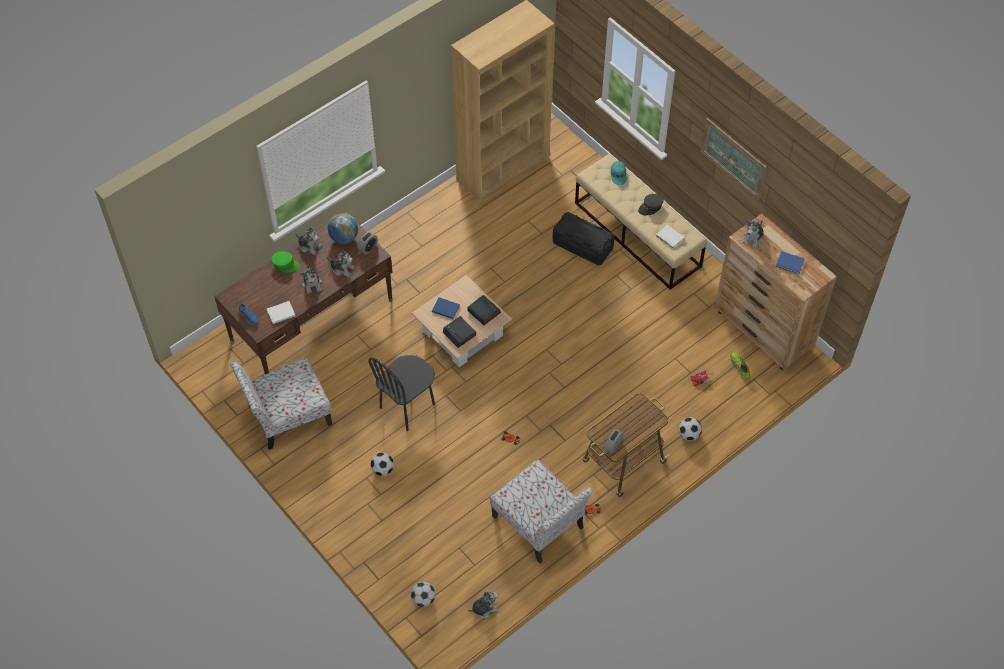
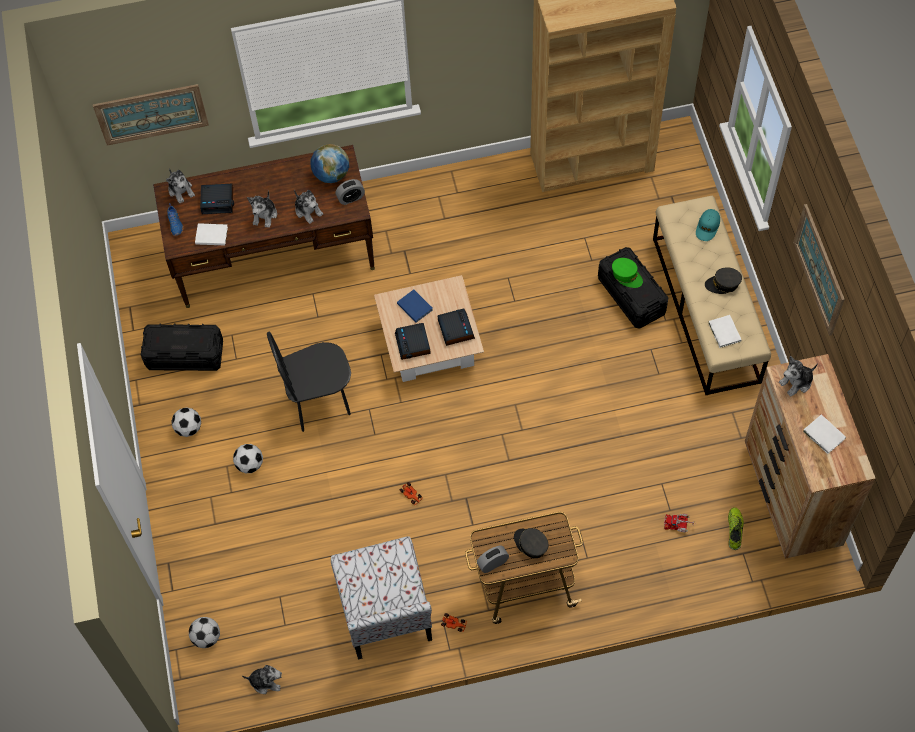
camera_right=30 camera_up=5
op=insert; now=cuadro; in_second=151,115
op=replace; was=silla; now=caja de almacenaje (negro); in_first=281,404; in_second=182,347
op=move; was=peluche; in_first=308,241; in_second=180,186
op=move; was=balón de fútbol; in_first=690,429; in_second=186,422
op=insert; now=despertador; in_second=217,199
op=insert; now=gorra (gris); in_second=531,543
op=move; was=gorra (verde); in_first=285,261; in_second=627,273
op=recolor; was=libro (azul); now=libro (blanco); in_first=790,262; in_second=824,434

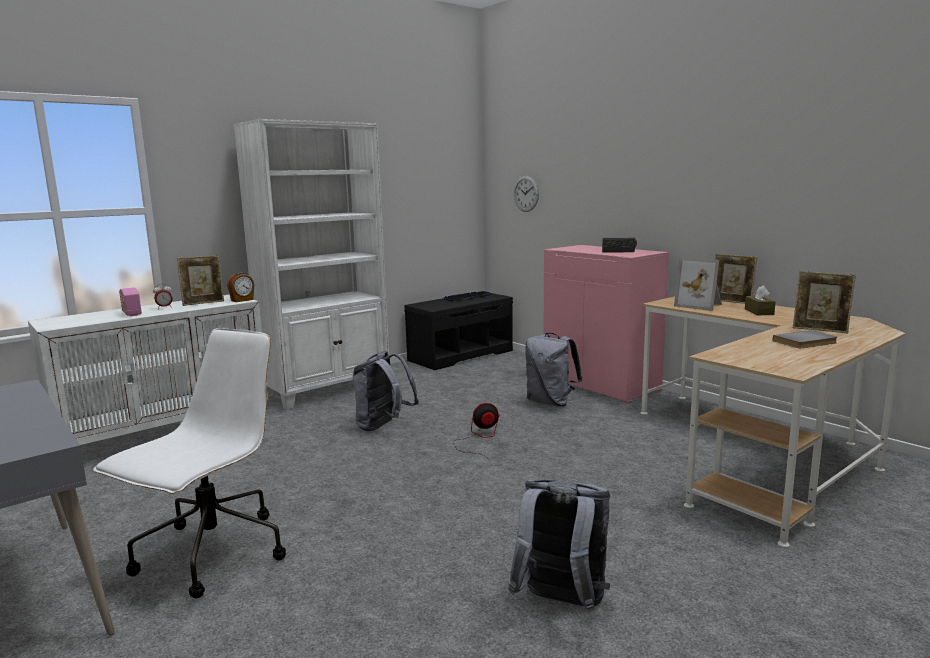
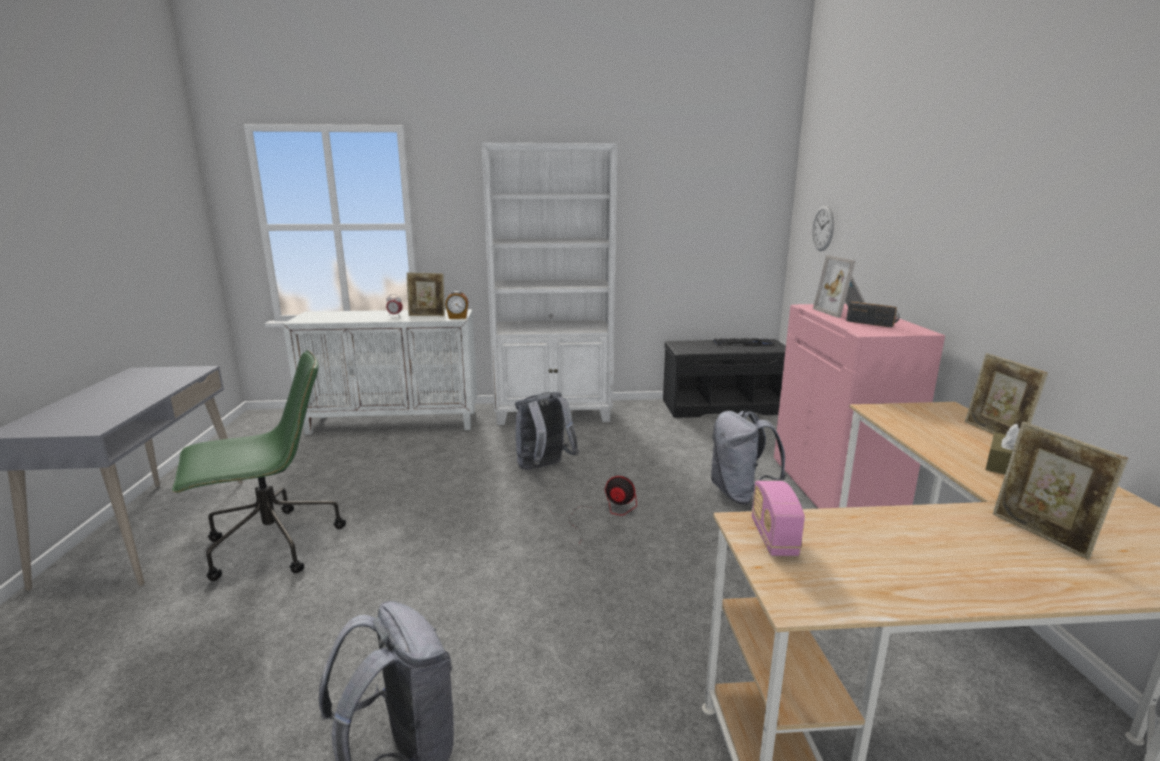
camera_right=35 camera_up=5
op=recolor; was=silla de oficina (blanco); now=silla de oficina (verde); in_first=189,463; in_second=259,465
op=move; was=radio; in_first=130,302; in_second=778,518
op=move; was=portarretratos; in_first=698,284; in_second=839,286
op=delete; was=libro (gris); in_first=805,339

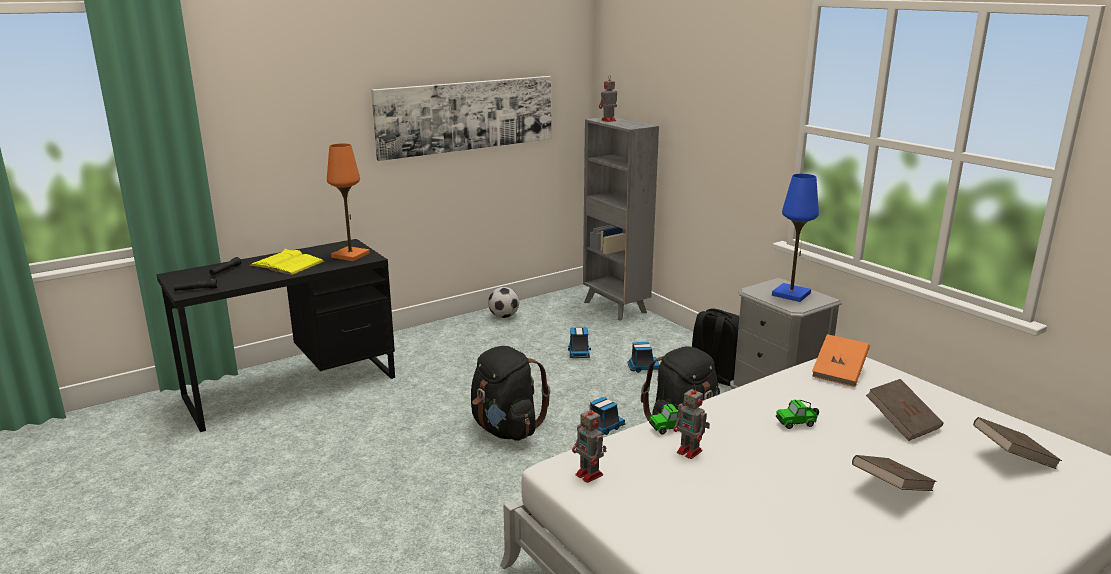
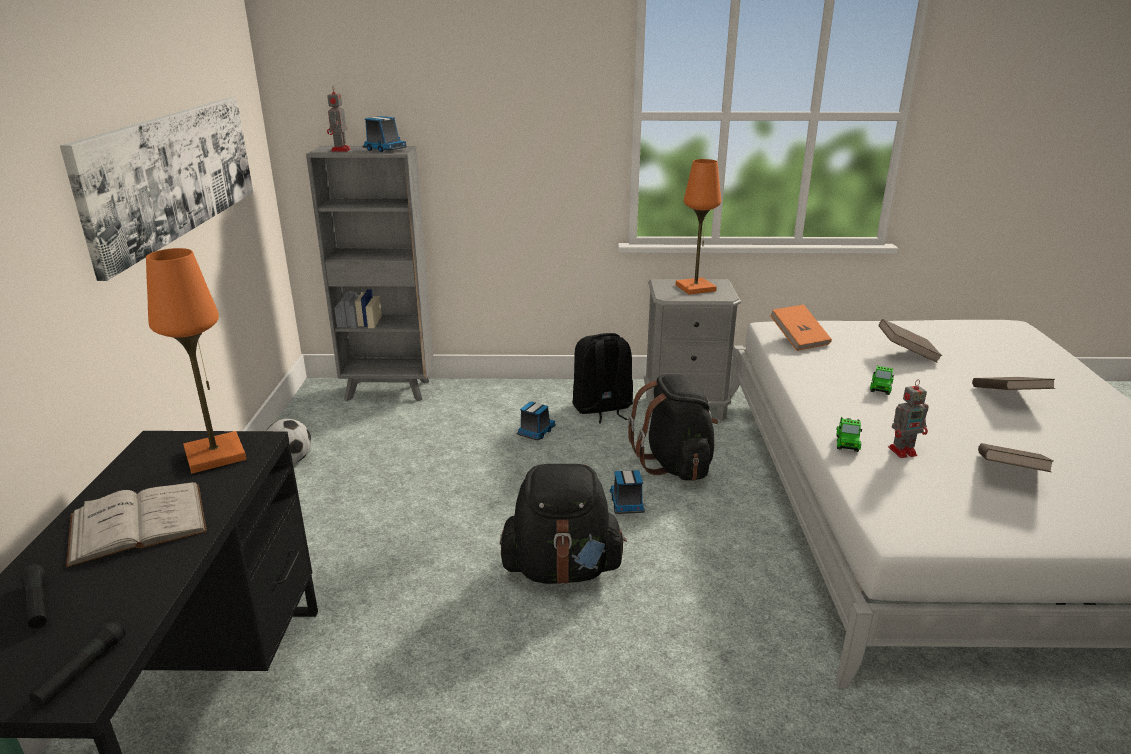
camera_right=-55 camera_up=5
op=recolor; was=libro (amarillo); now=libro (blanco); in_first=287,262; in_second=136,525
op=move; was=camión de juguete; in_first=579,343; in_second=385,134
op=recolor; was=lámpara de mesa (azul); now=lámpara de mesa (naranja); in_first=795,238; in_second=698,227
op=move; was=libro (marrón); in_first=1017,443; in_second=1016,457
op=delete; was=robot de juguete; in_first=589,444

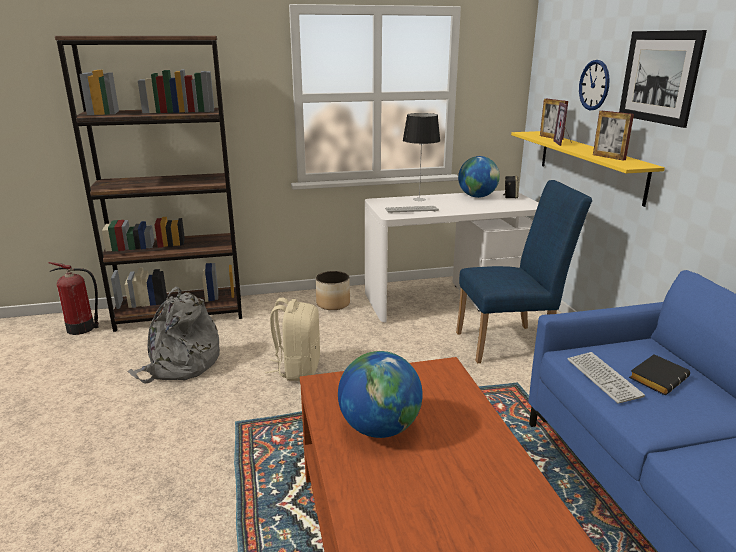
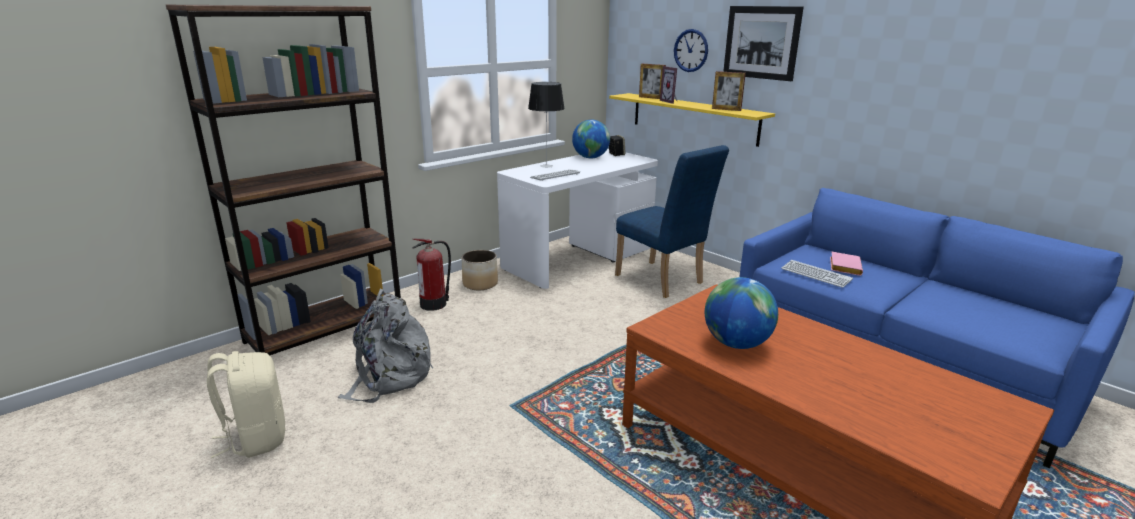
camera_right=-30 camera_up=0
op=move; was=mochila (beis); in_first=292,339; in_second=246,404
op=move; was=extintor; in_first=74,298; in_second=432,275
op=rotate; was=silla (azul); in_first=524,271; in_second=672,221; clockwise=90
op=recolor; was=libro (negro); now=libro (rosa); in_first=659,374; in_second=846,264

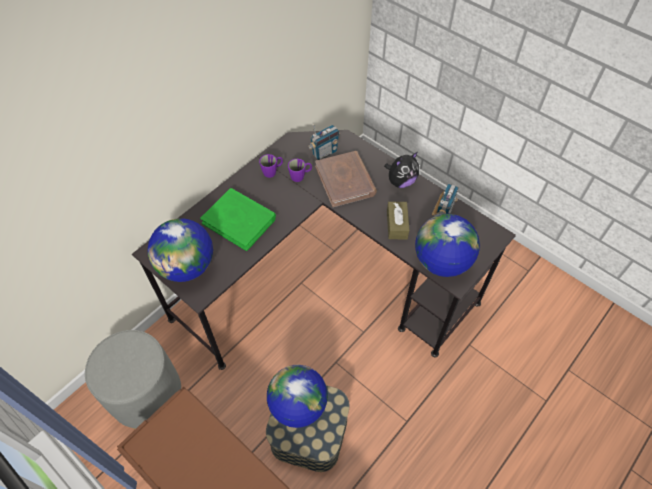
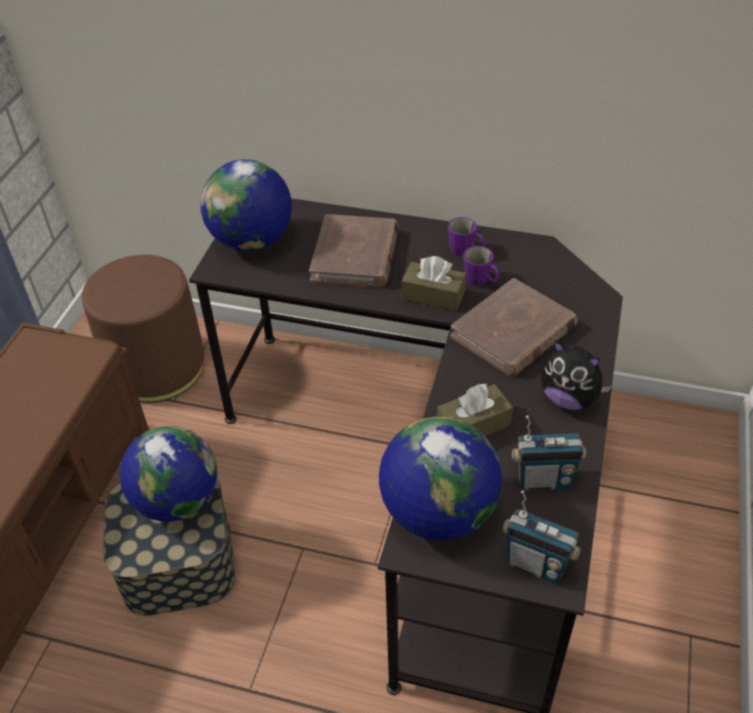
camera_right=65 camera_up=-10
op=recolor; was=puf (gris); now=puf (marrón); in_first=133,379; in_second=143,329
op=recolor; was=libro (verde); now=libro (marrón); in_first=238,219; in_second=354,251
op=insert; now=caja de pañuelos (marrón); in_second=434,283
op=move; was=radio; in_first=324,142; in_second=541,537

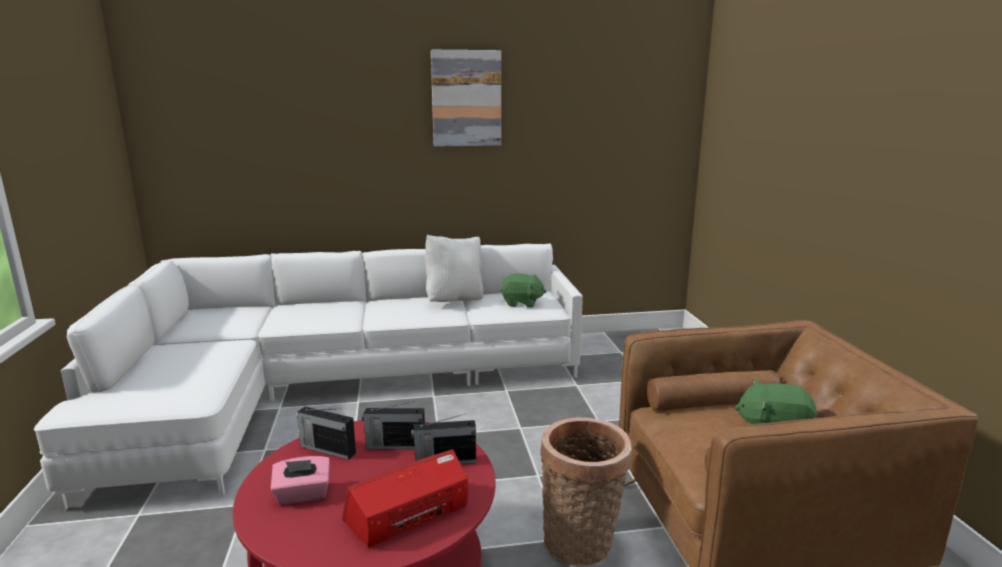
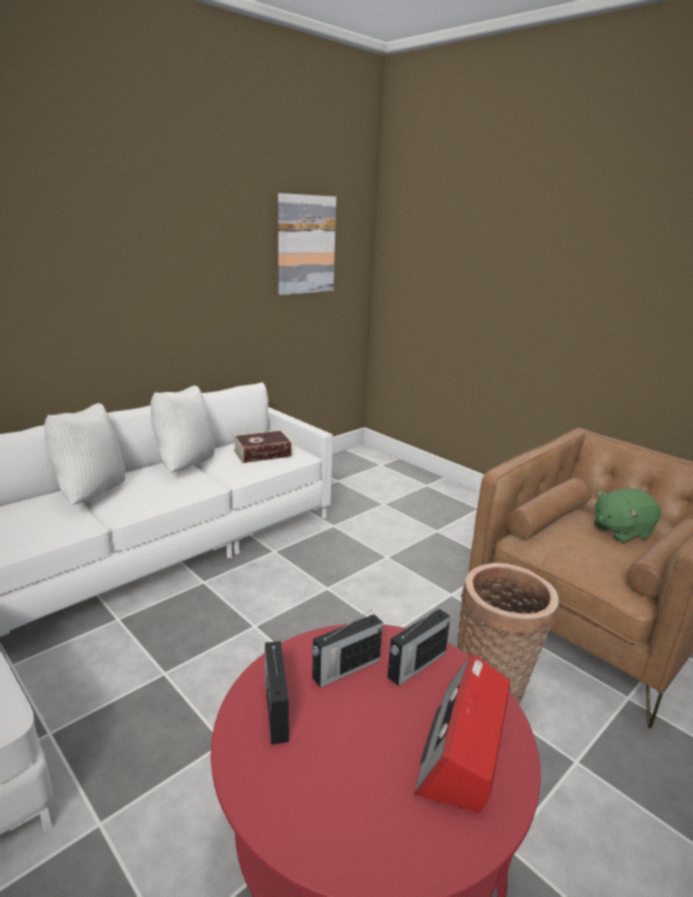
camera_right=-35 camera_up=5
op=insert; now=cojín (blanco); in_second=84,454
op=replace; was=peluche (verde); now=libro; in_first=524,291; in_second=263,446
op=rotate; was=radio; in_first=326,433; in_second=277,693; clockwise=90
op=move; was=cuadro; in_first=466,98; in_second=307,244
op=delete; was=caja de pañuelos (rosa); in_first=300,480

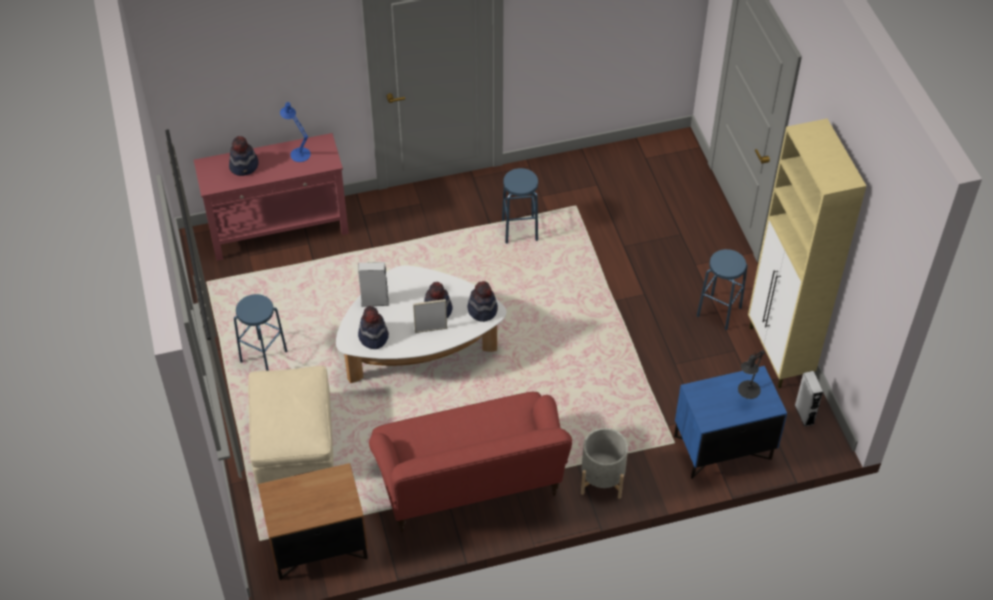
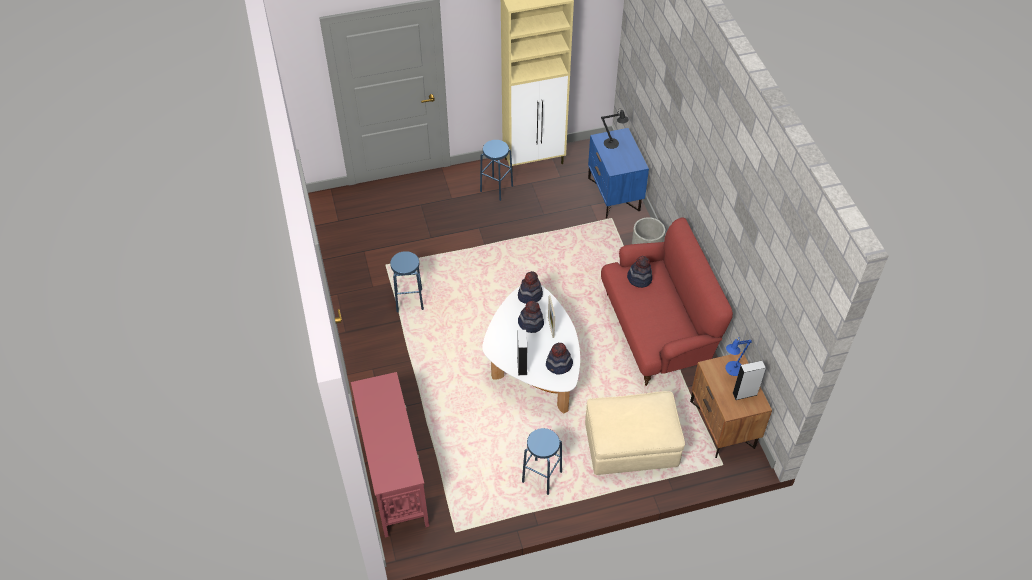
camera_right=-90 camera_up=0
op=move; was=sombrero; in_first=244,156; in_second=639,272
op=move; was=lámpara de mesa (azul); in_first=295,132; in_second=738,357
op=move; was=altavoz (gris); in_first=809,399; in_second=749,380

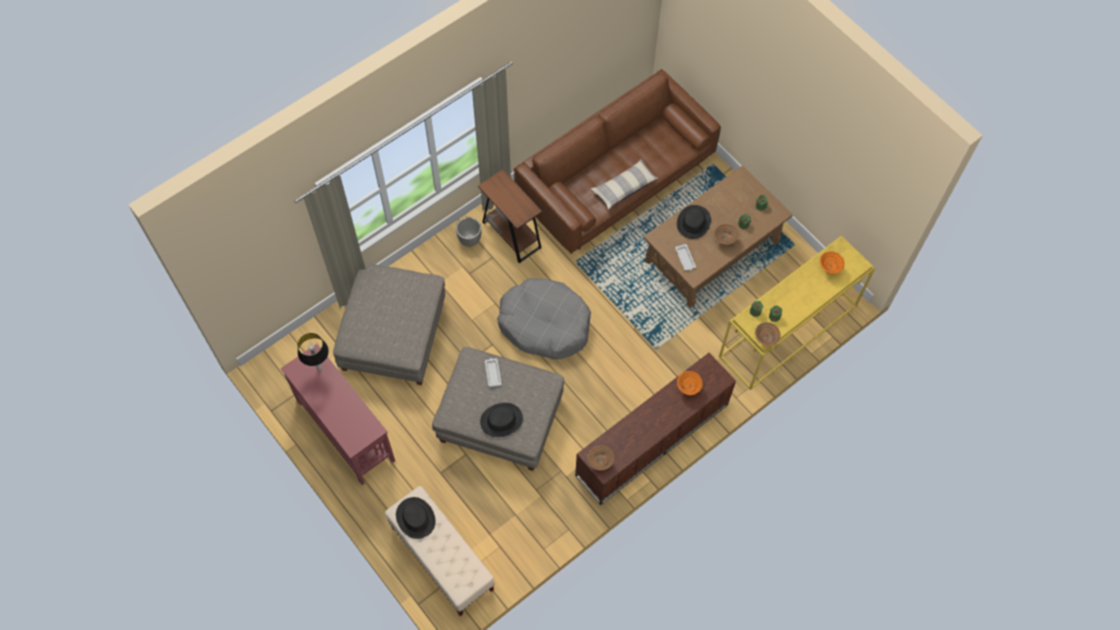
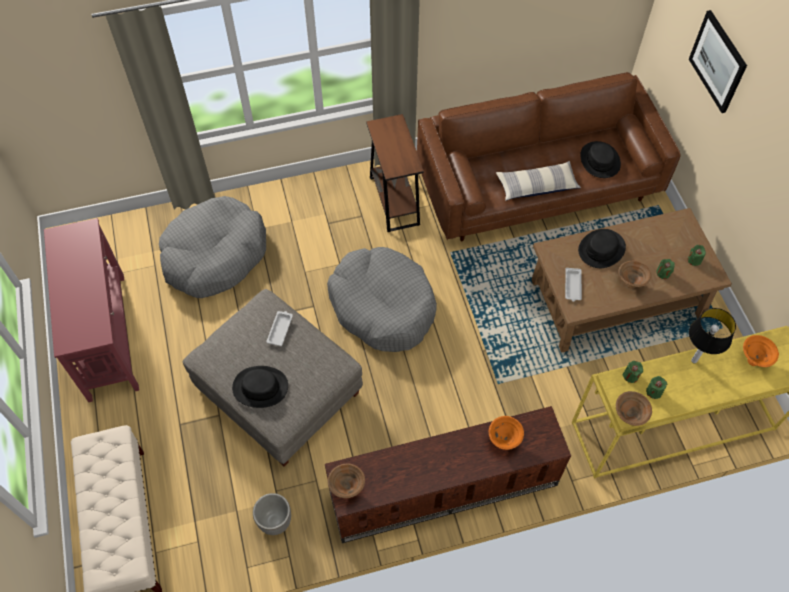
camera_right=25 camera_up=-5
op=replace; was=puf (gris); now=cama para perro (gris); in_first=389,323; in_second=212,247
op=move; was=maceta; in_first=469,232; in_second=272,514
op=move; was=sombrero (negro); in_first=416,518; in_second=600,159
op=insert; now=cuadro; in_second=718,61
op=move; was=lámpara de mesa; in_first=313,351; in_second=712,336

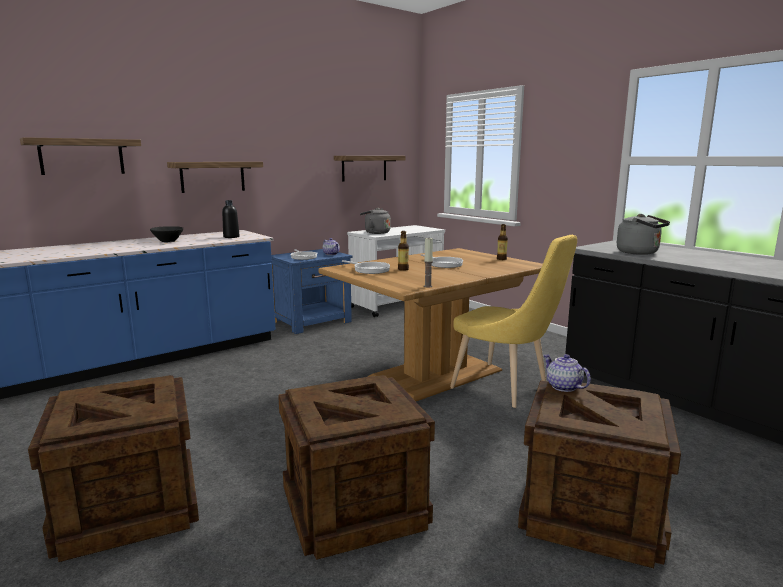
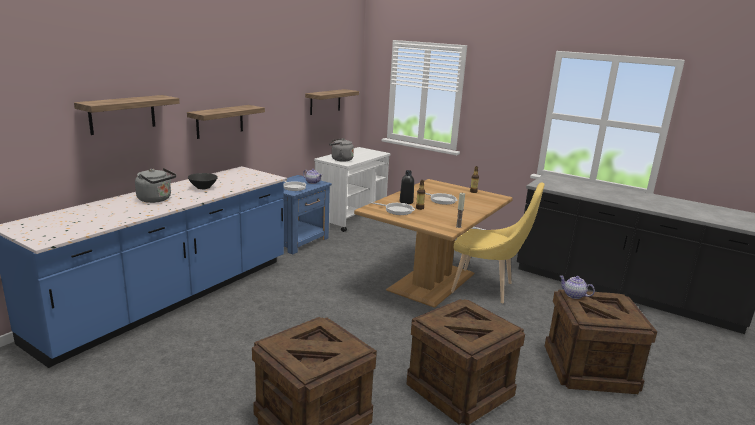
camera_right=-20 camera_up=5
op=move; was=hervidor (gris); in_first=643,234; in_second=155,185
op=move; was=botella (negro); in_first=231,219; in_second=407,187

